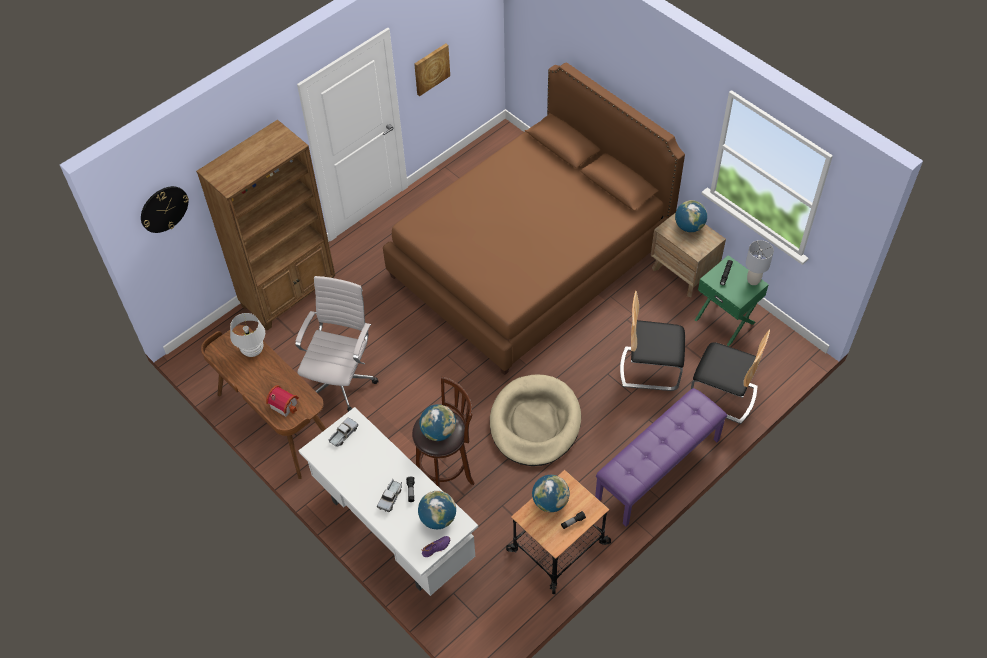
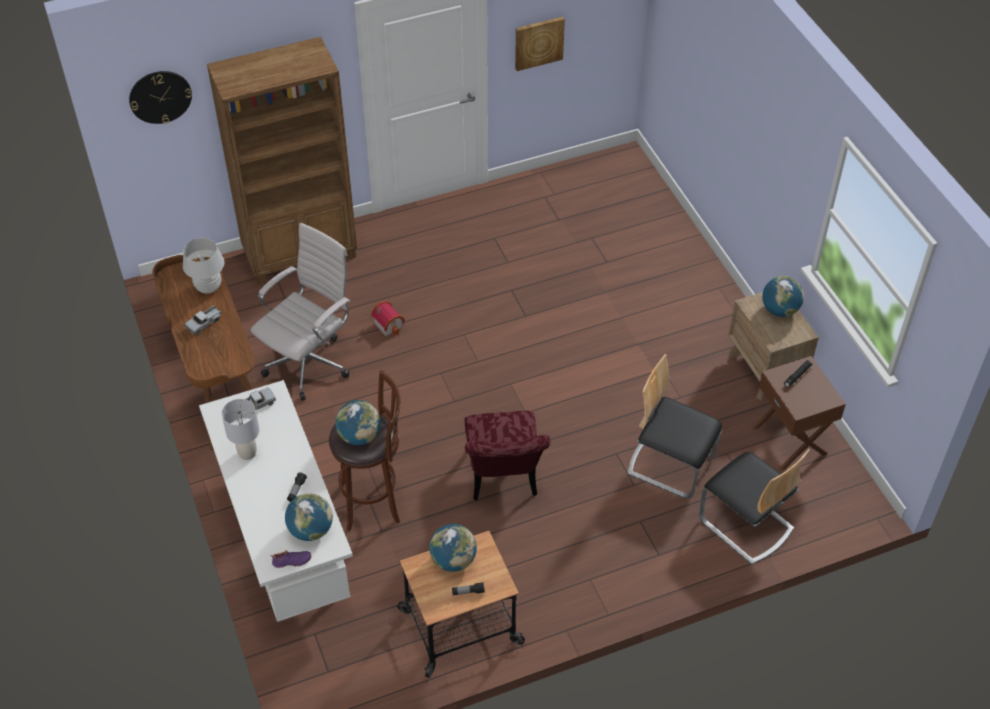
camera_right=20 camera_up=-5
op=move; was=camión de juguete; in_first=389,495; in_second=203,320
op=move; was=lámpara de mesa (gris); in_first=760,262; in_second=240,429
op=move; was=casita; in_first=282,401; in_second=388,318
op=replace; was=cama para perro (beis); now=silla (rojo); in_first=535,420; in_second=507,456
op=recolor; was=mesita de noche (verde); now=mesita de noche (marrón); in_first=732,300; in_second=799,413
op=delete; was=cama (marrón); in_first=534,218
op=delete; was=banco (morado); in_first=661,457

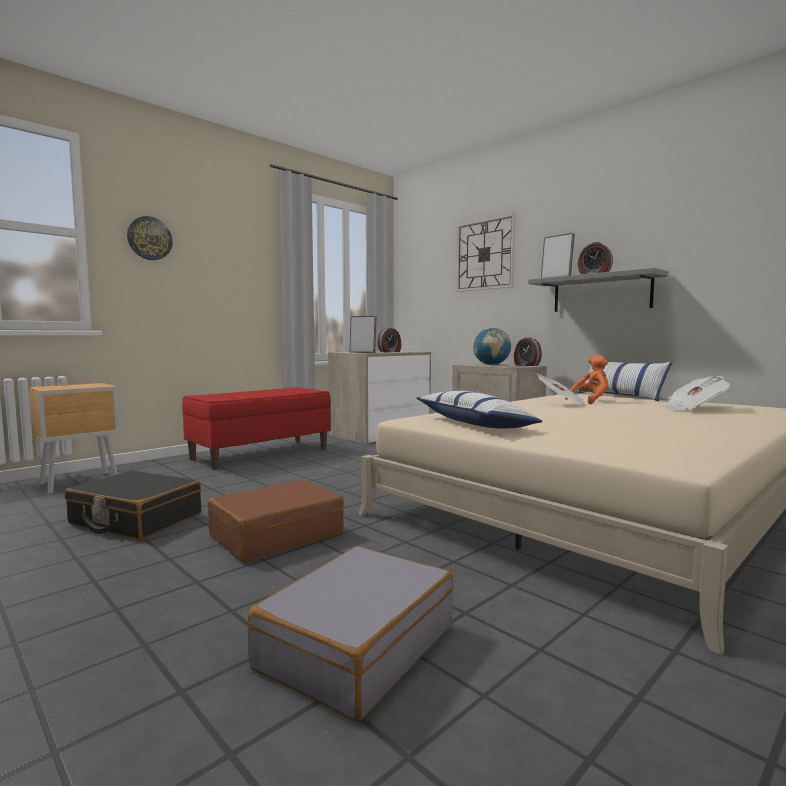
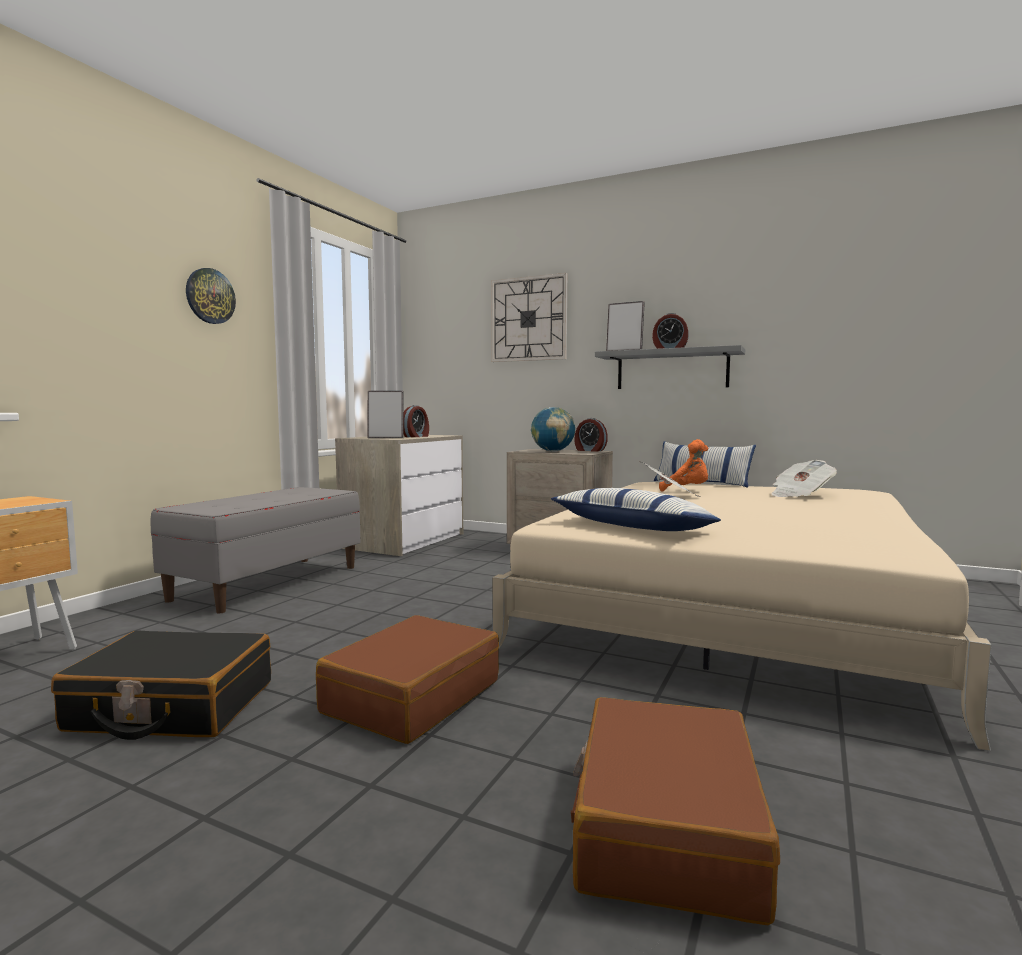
camera_right=-20 camera_up=0
op=recolor; was=banco (rojo); now=banco (gris); in_first=256,428; in_second=255,550
op=move; was=reloj de pared; in_first=150,238; in_second=211,296
op=recolor; was=maleta (gris); now=maleta (marrón); in_first=350,634; in_second=675,811
op=rotate; was=peluche (naranja); in_first=586,379; in_second=684,465; clockwise=75

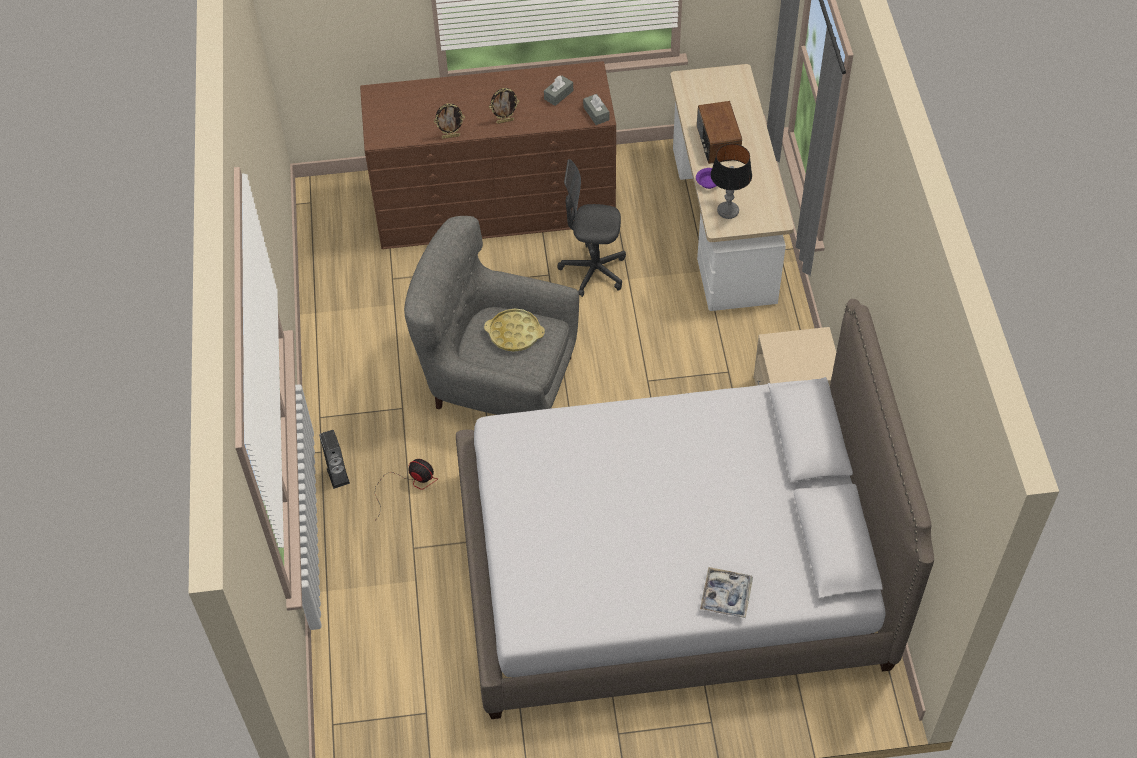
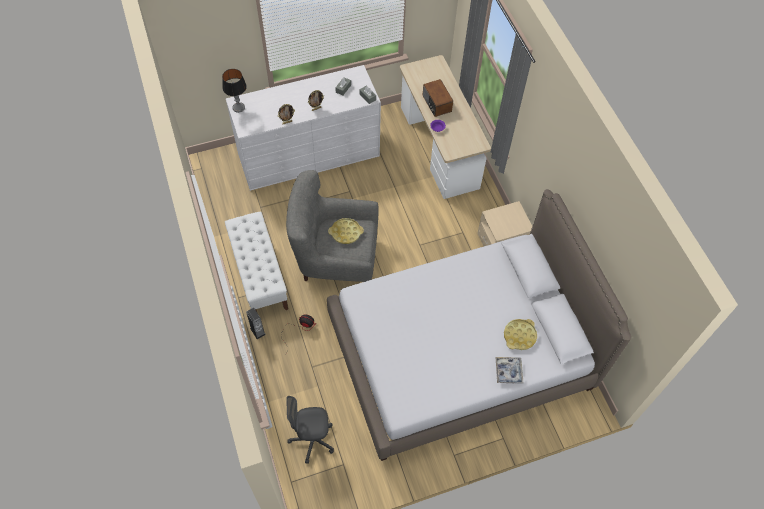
camera_right=-15 camera_up=5
op=move; was=lámpara de mesa; in_first=731,181; in_second=234,91
op=insert; now=banco (blanco); in_second=256,261
op=recolor; was=cómoda (marrón); now=cómoda (blanco); in_first=488,155; in_second=303,128
op=move; was=silla de oficina (gris); in_first=592,228; in_second=310,430
op=insert; now=bandeja (amarillo); in_second=520,334

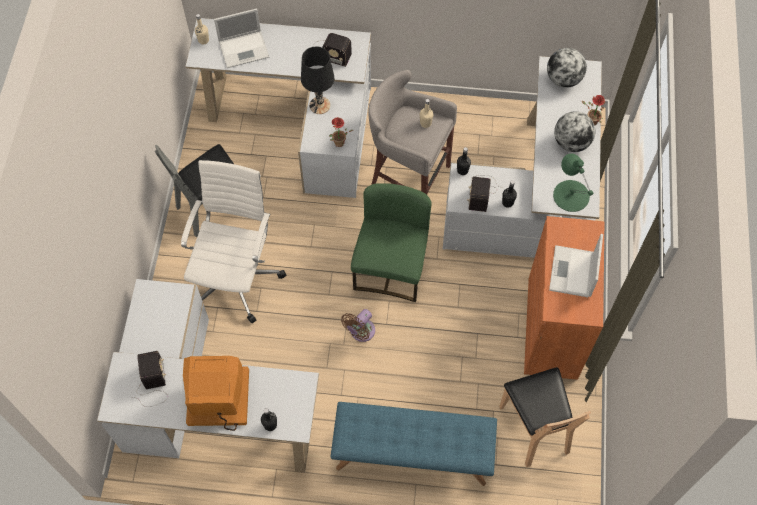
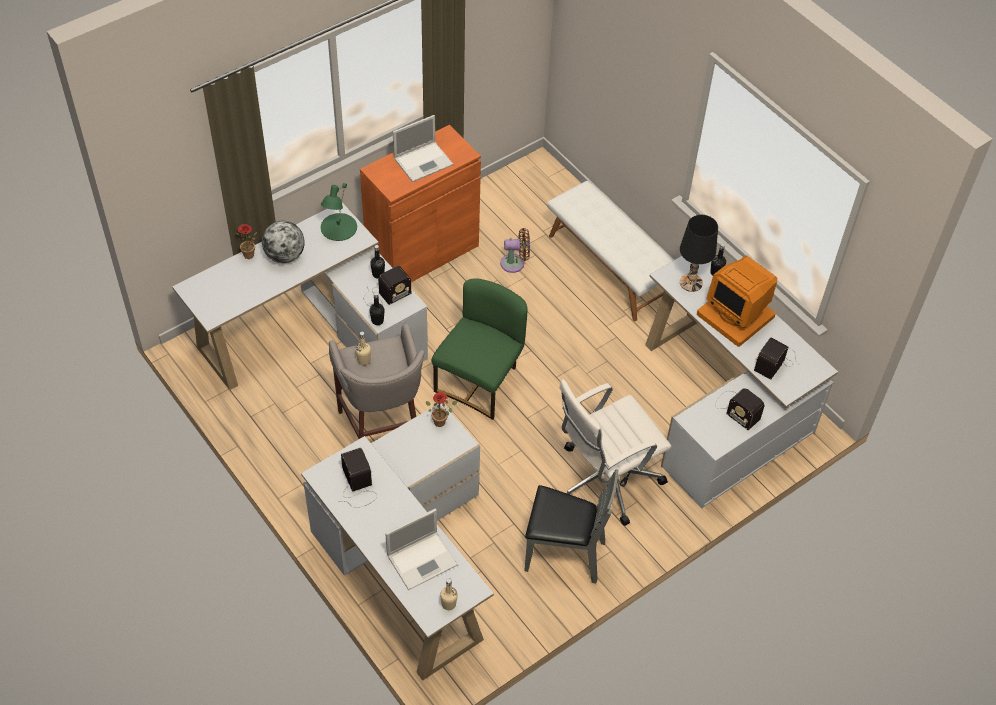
camera_right=-135 camera_up=-10
op=rotate; was=portátil; in_first=241,38; in_second=421,549; clockwise=120
op=rotate; was=silla (verde); in_first=391,242; in_second=480,349; clockwise=150
op=move; was=ventilador (marrón); in_first=358,325; in_second=515,250
op=recolor; was=banco (azul); now=banco (blanco); in_first=413,444; in_second=610,251
op=move; was=lámpara de mesa (negro); in_first=318,80; in_second=699,253
op=insert; now=radio; in_second=740,409
op=delete; was=silla (marrón); in_first=545,417
op=delete; was=globo terráqueo; in_first=567,68

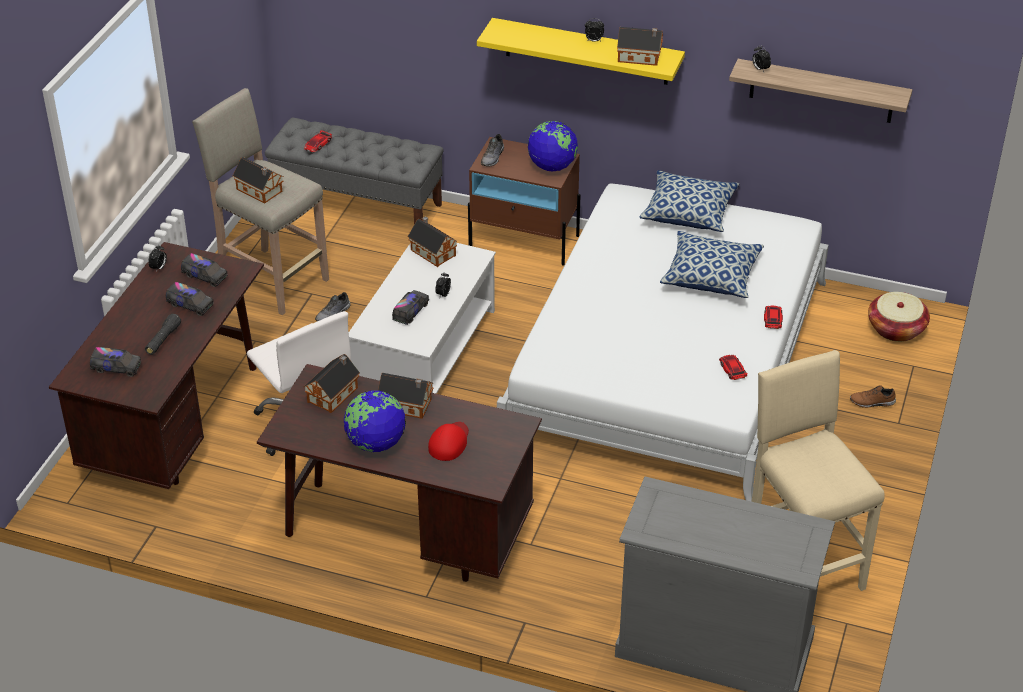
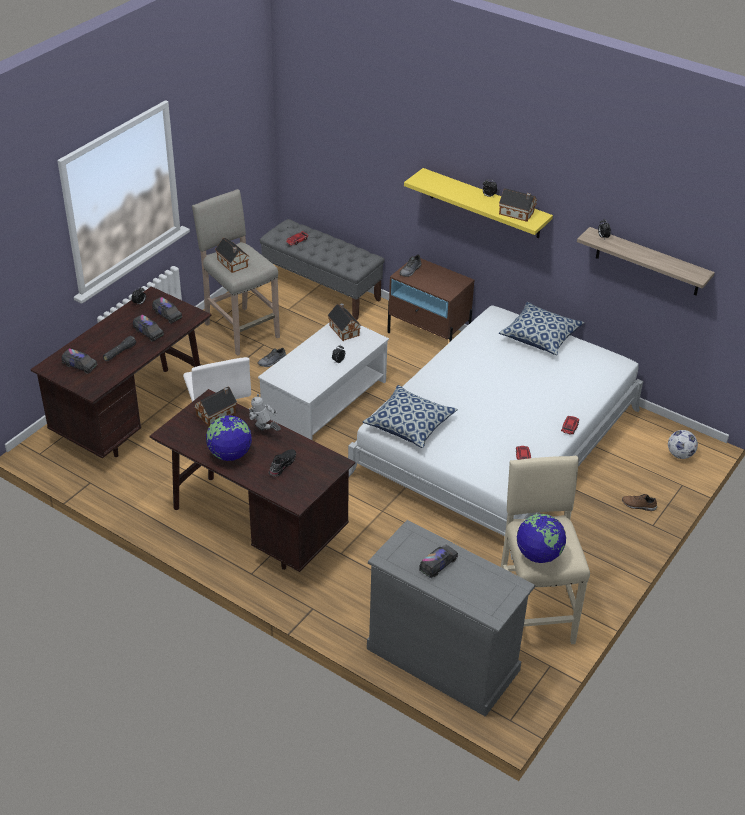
camera_right=15 camera_up=0
op=replace; was=casita; now=robot de juguete; in_first=406,396; in_second=265,412
op=replace; was=gorra (rojo); now=zapato (negro); in_first=448,441; in_second=282,463
op=move; was=cojín; in_first=712,264; in_second=410,416
op=move; was=camión de juguete; in_first=410,307; in_second=438,561
op=move; was=globo terráqueo; in_first=553,146; in_second=541,538
op=replace; was=cesta; now=balón de fútbol; in_first=899,317; in_second=683,444

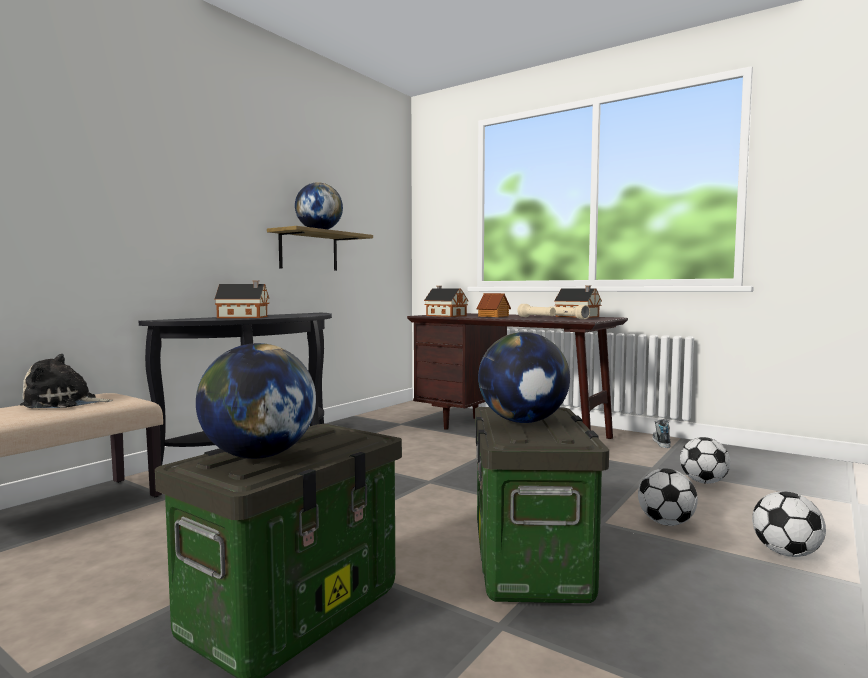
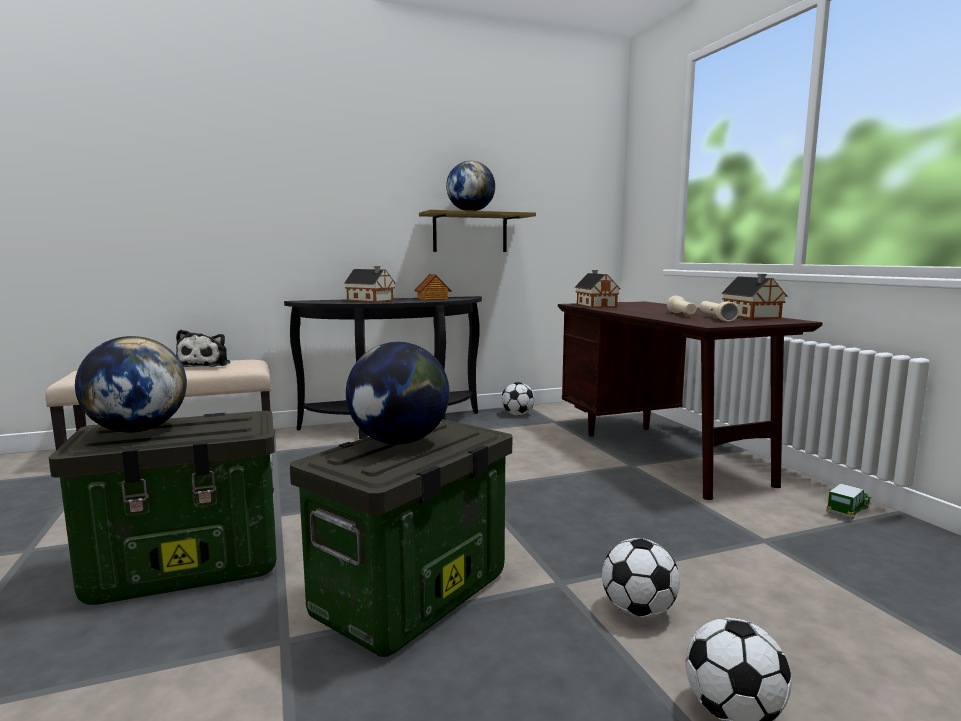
camera_right=35 camera_up=5
op=rotate; was=peluche; in_first=66,381; in_second=203,348; clockwise=-120
op=move; was=casita; in_first=493,305; in_second=433,287
op=move; was=balón de fútbol; in_first=705,460; in_second=518,399
op=replace; was=zapato; now=coche de juguete; in_first=661,433; in_second=848,501

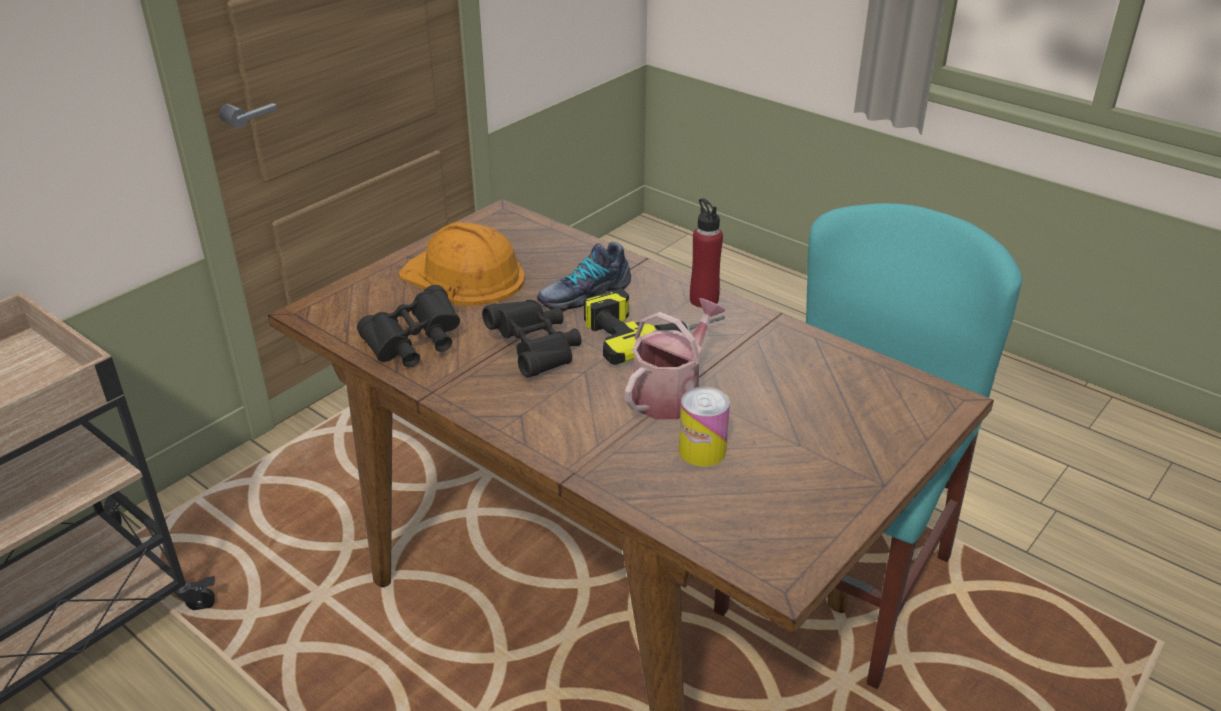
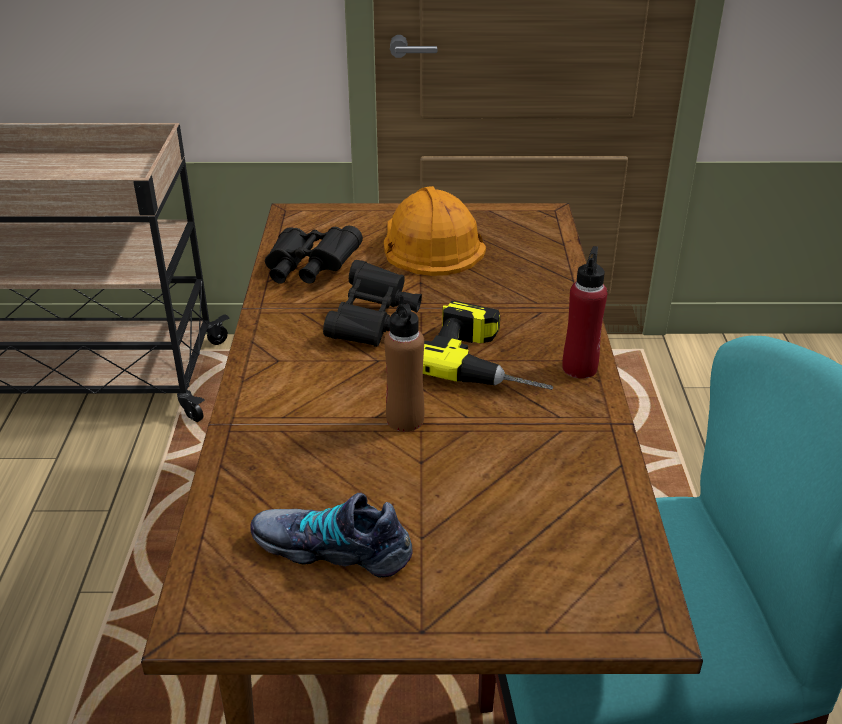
camera_right=50 camera_up=0
op=move; was=zapato; in_first=584,276; in_second=332,535
op=replace; was=regadera; now=botella (marrón); in_first=675,359; in_second=404,363
op=delete; was=lata; in_first=704,427

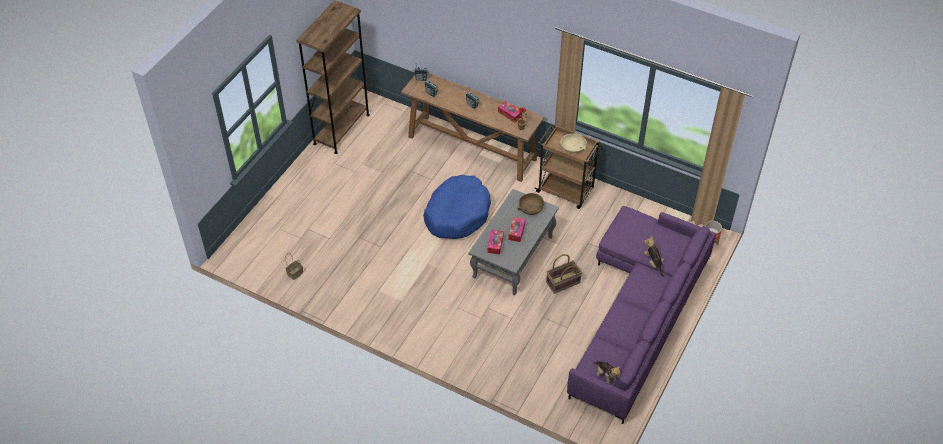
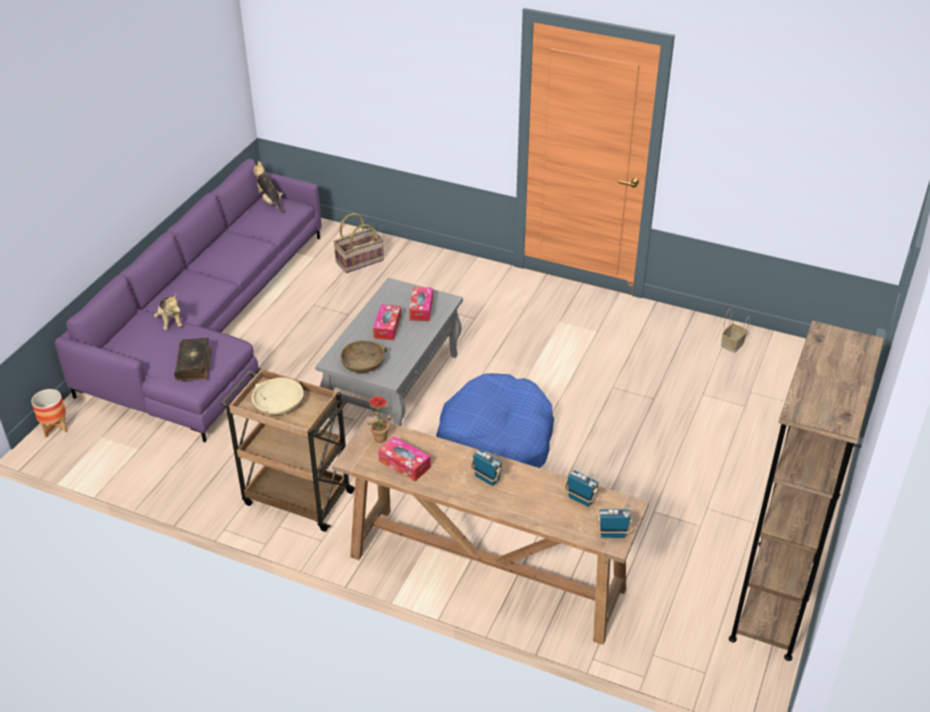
camera_right=175 camera_up=-10
op=insert; now=libro; in_second=192,359
op=move; was=cesta; in_first=564,274; in_second=358,243

